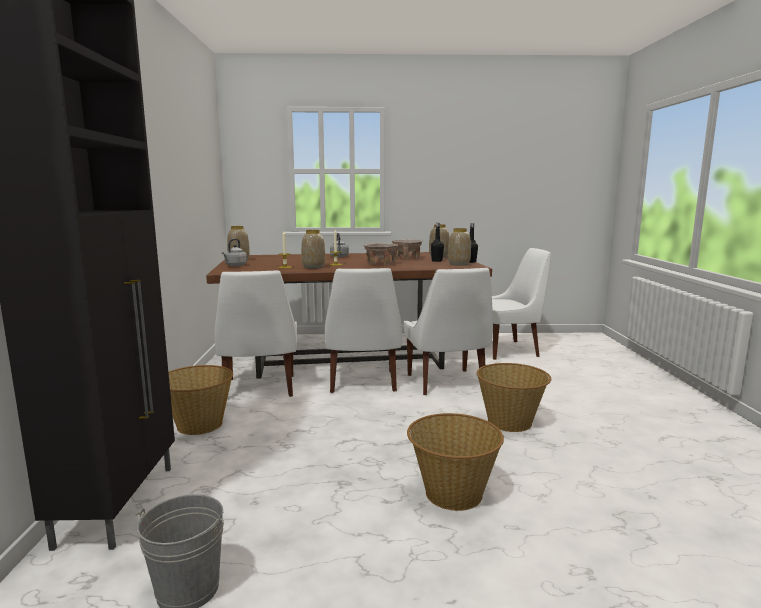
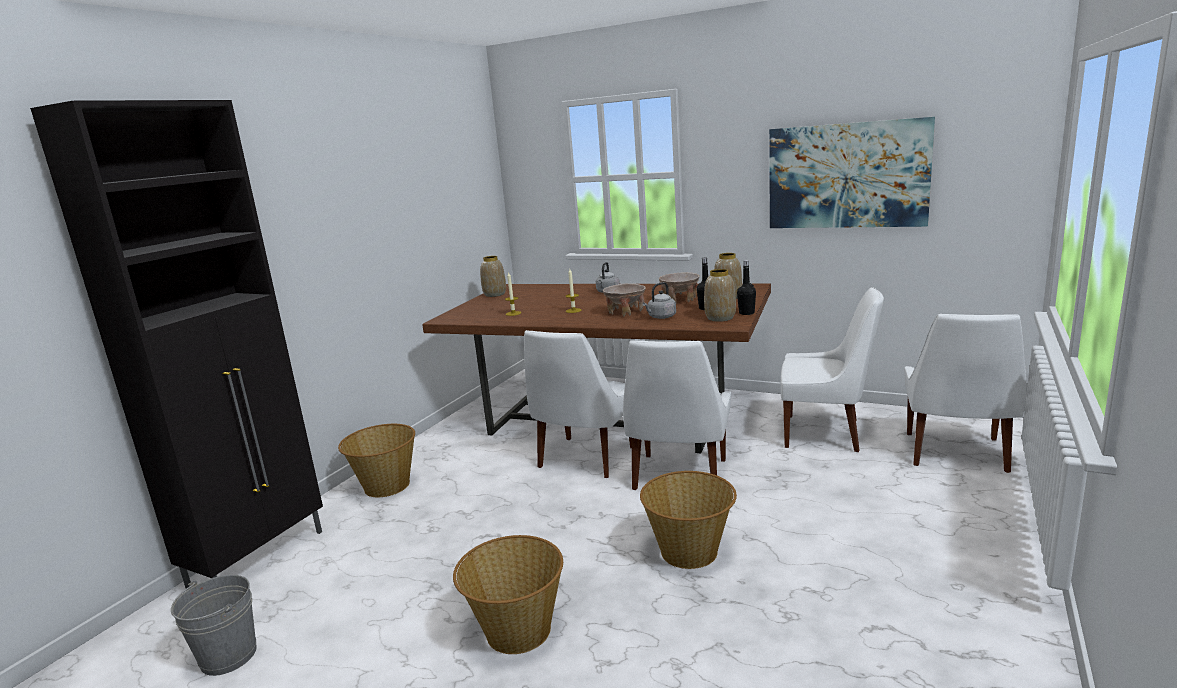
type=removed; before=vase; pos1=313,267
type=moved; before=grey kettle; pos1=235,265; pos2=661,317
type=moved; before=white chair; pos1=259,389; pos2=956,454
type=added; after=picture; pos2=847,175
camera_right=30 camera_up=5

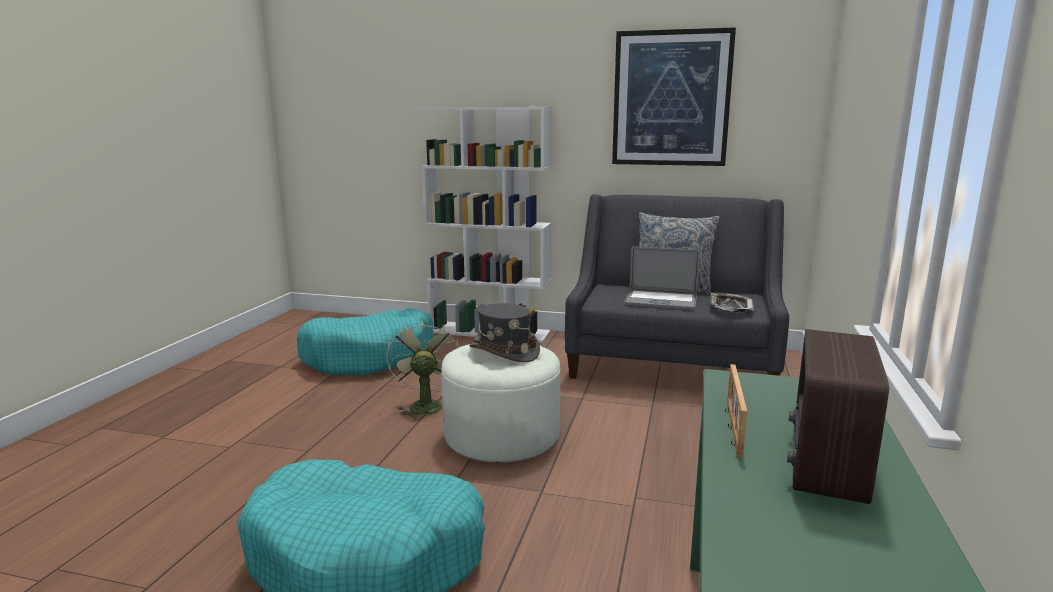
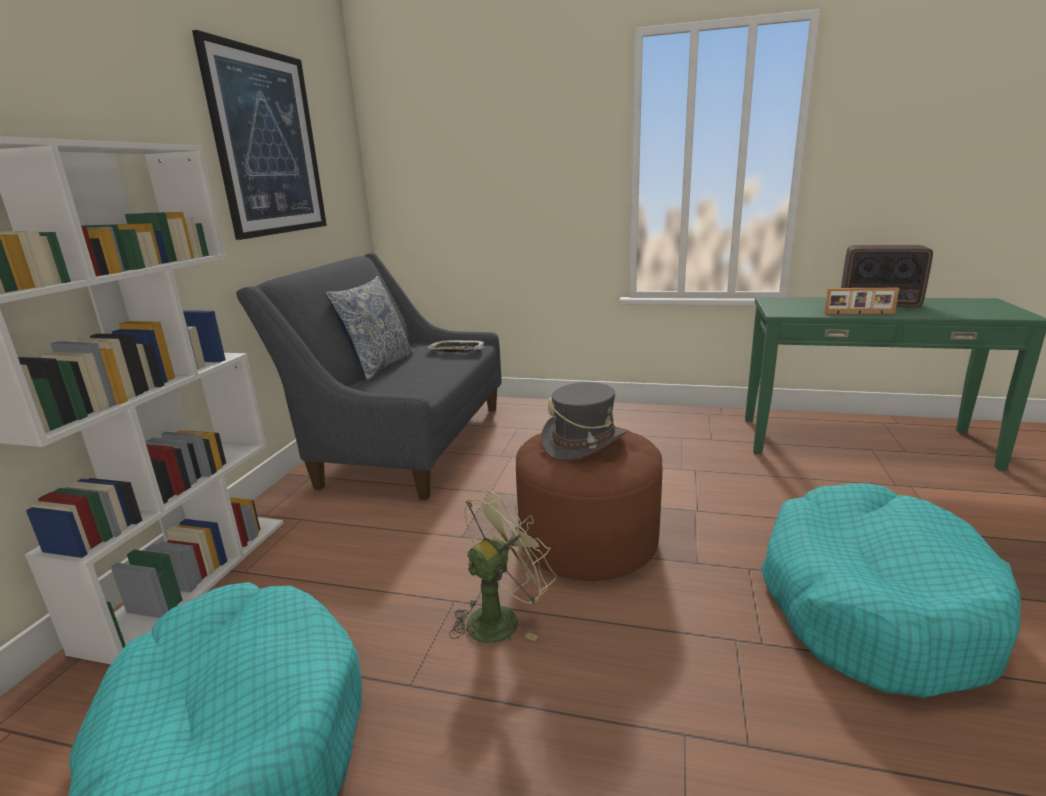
type=removed; before=laptop; pos1=660,300
type=turned; before=green fan; pos1=424,405; pos2=501,617; turn=150
type=recoloured; before=white ottoman; after=brown ottoman; pos1=502,435; pos2=588,539
camera_right=-90 camera_up=5

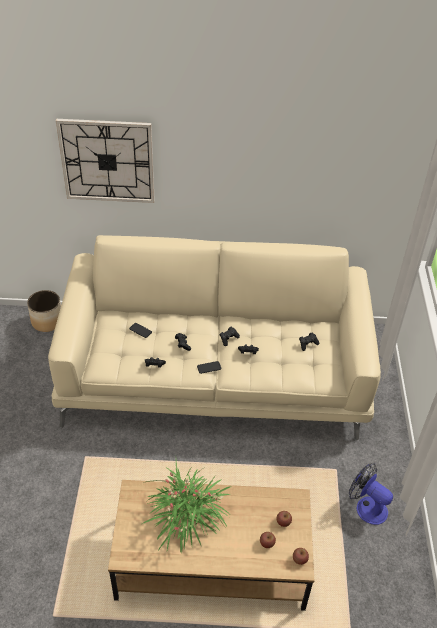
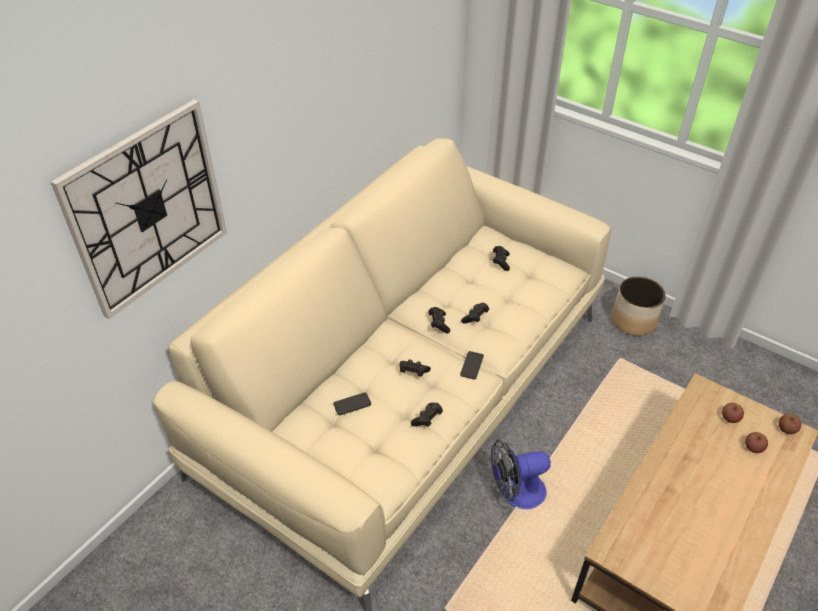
type=moved; before=planter; pos1=47,321; pos2=633,320
type=removed; before=potted plant; pos1=187,517
type=moved; before=fan; pos1=366,506; pos2=516,493
camera_right=-55 camera_up=0

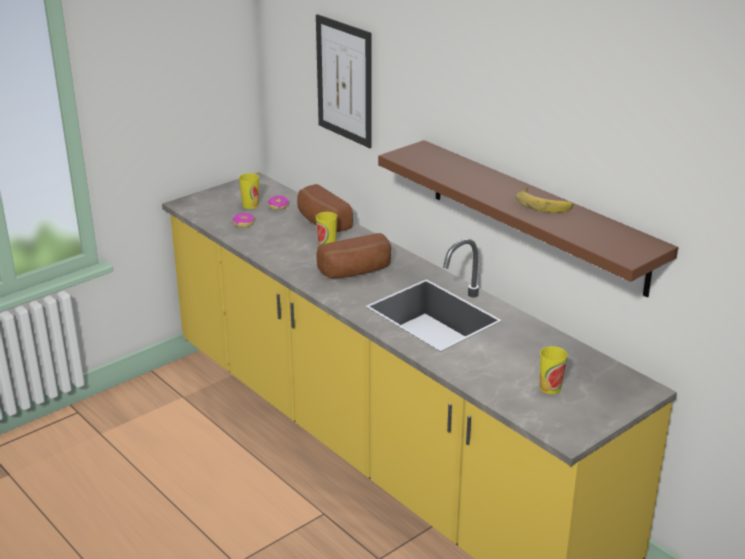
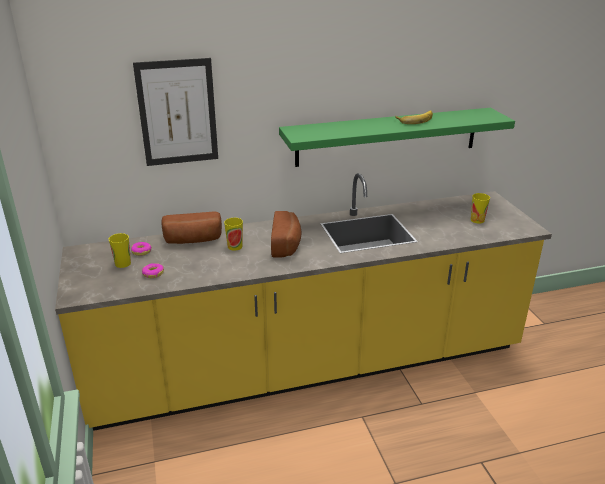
type=recoloured; before=brown shelf; after=green shelf; pos1=536,215; pos2=387,136
camera_right=-65 camera_up=0

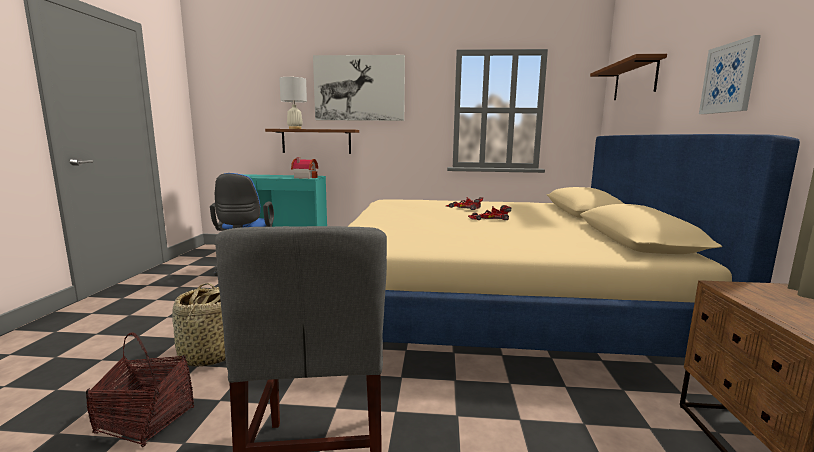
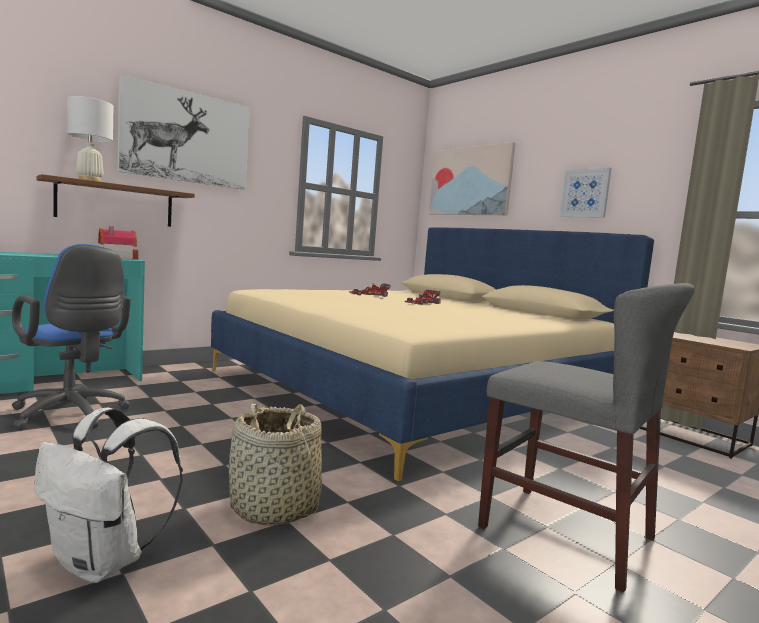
type=replaced; before=brown shelf; after=picture; pos1=635,80; pos2=470,181
type=removed; before=basket; pos1=146,421
type=added; after=white backpack; pos2=103,562
camera_right=-45 camera_up=-5

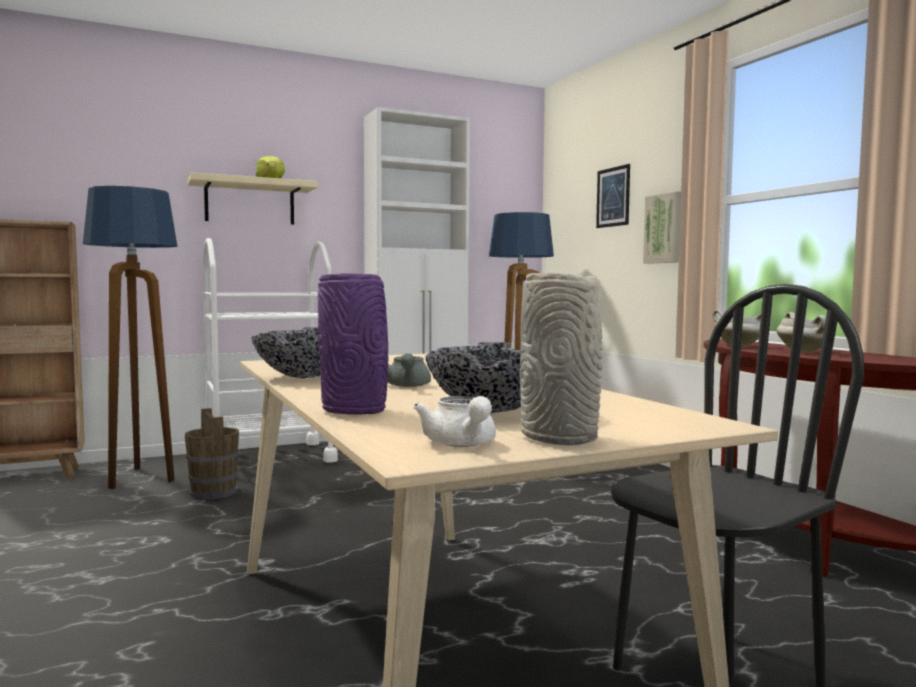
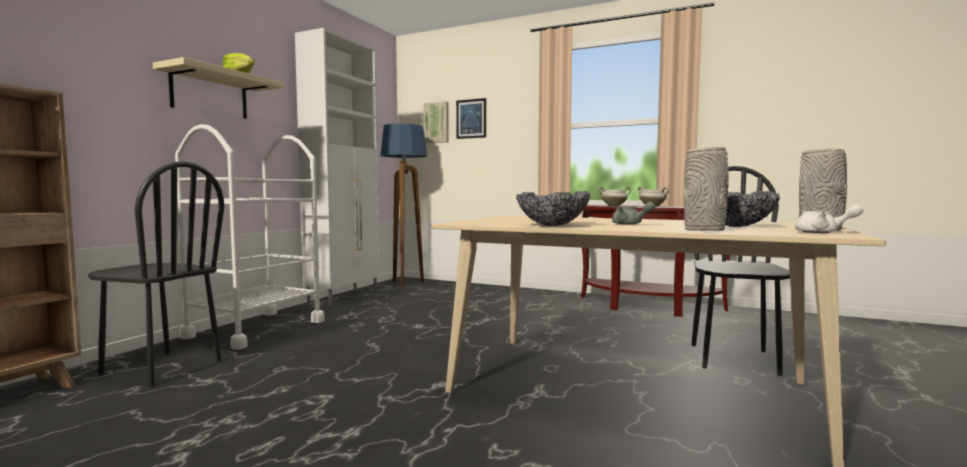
type=replaced; before=floor lamp; after=black chair; pos1=139,477; pos2=161,367
type=moved; before=picture; pos1=664,228; pos2=436,122
type=recoloured; before=purple vase; after=grey vase; pos1=356,411; pos2=704,230
type=removed; before=brown bucket; pos1=213,492
camera_right=-40 camera_up=0

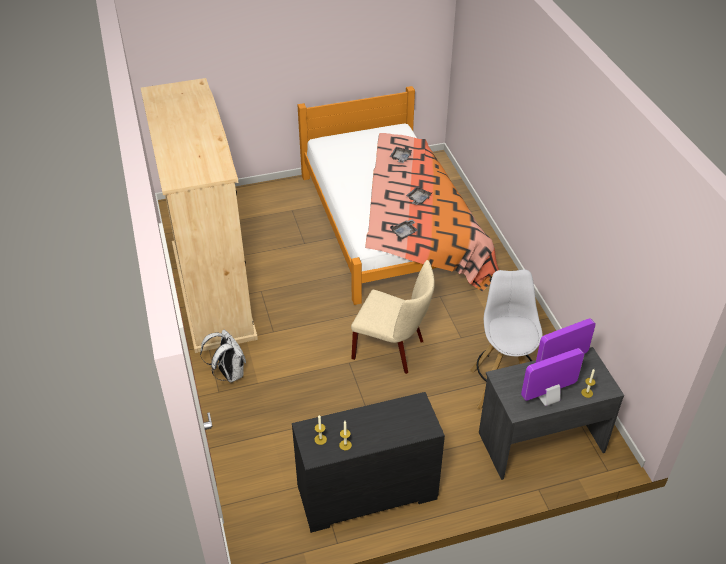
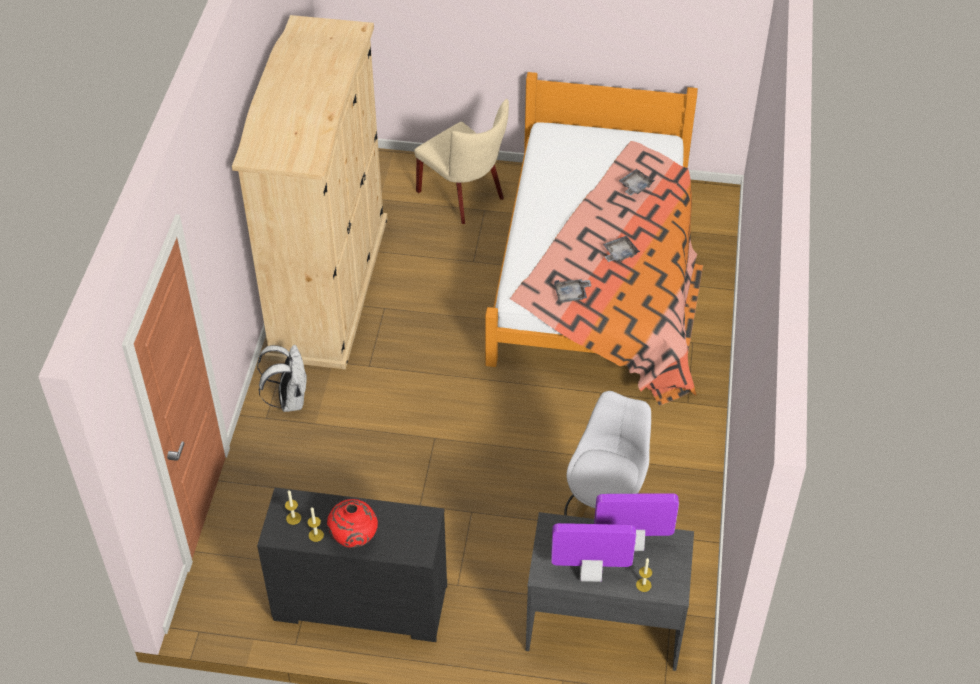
type=moved; before=beige chair; pos1=393,350; pos2=465,197
type=added; after=red vase; pos2=354,538
camera_right=25 camera_up=5

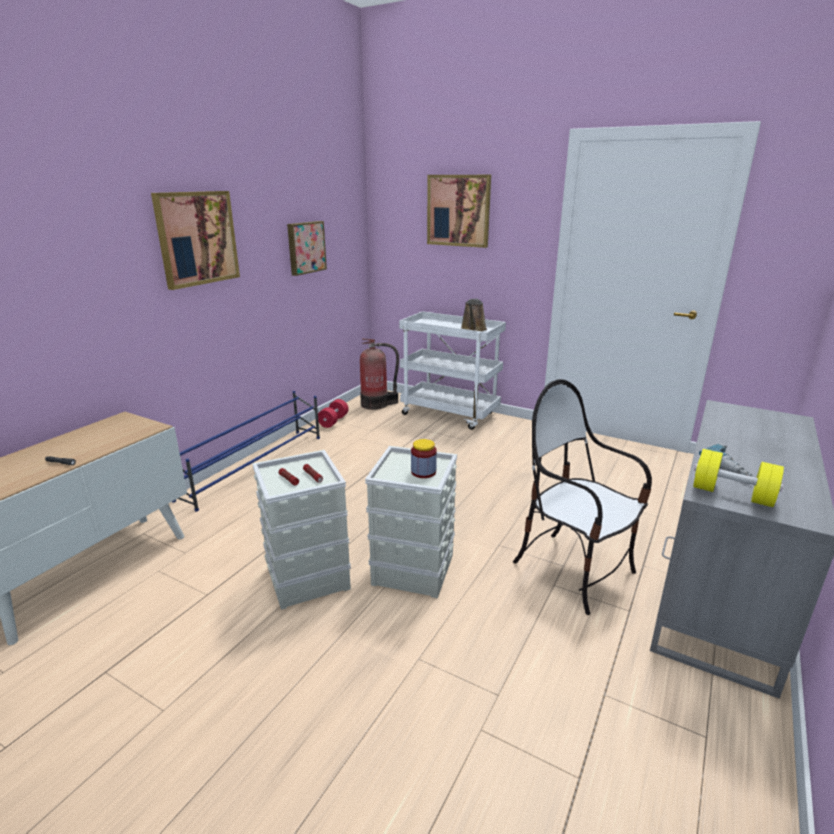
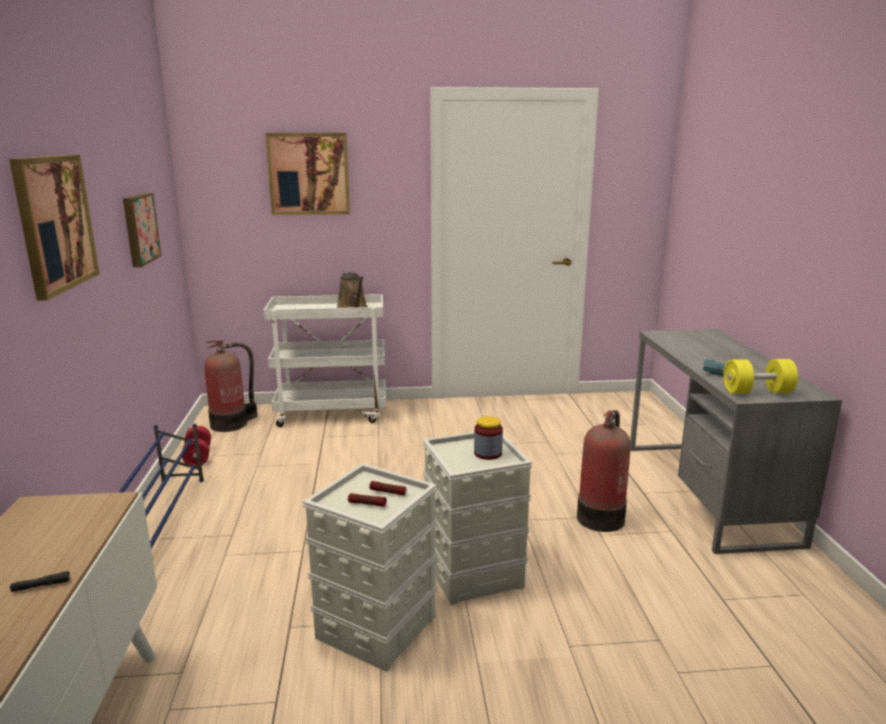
type=replaced; before=chair; after=fire extinguisher; pos1=573,570; pos2=601,516
camera_right=-35 camera_up=-5

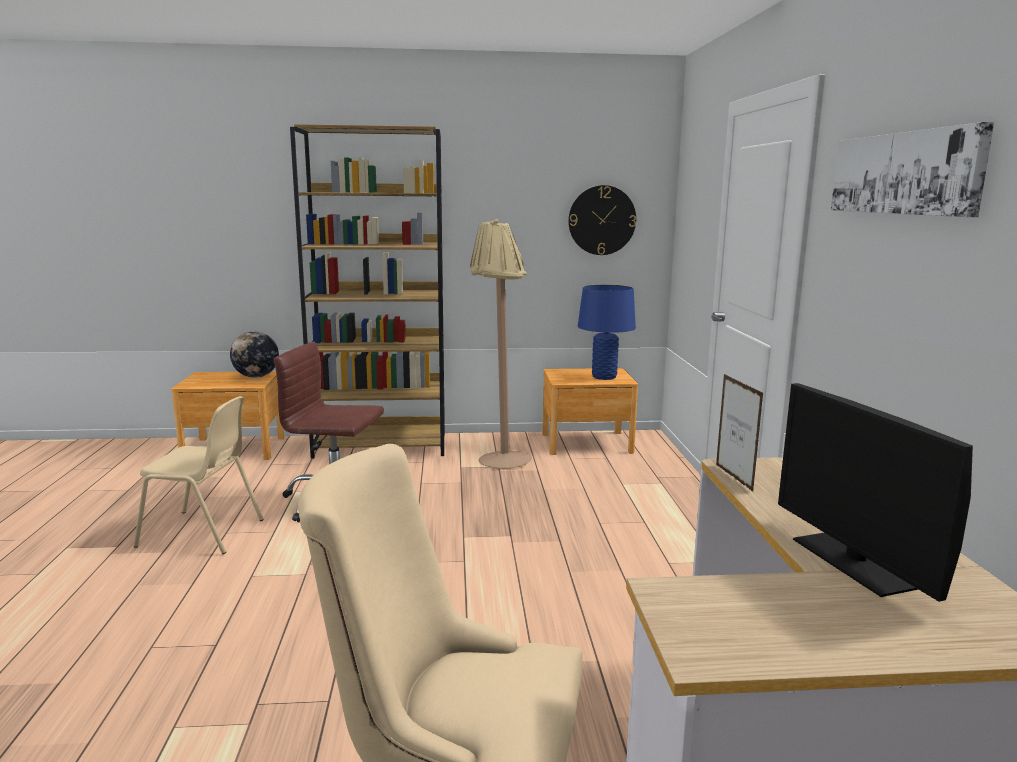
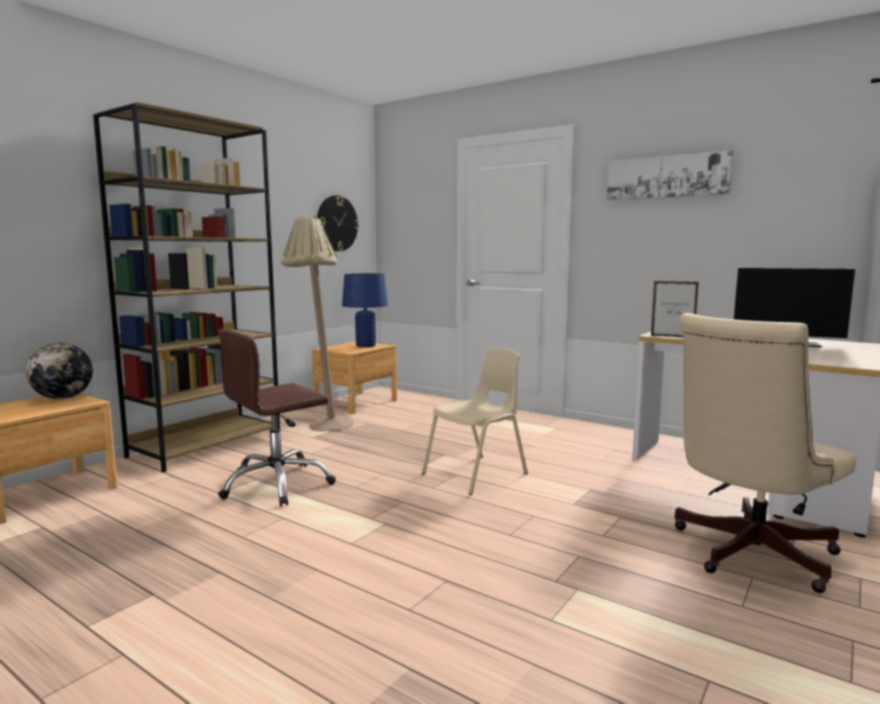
type=moved; before=beige chair; pos1=203,533; pos2=477,474
camera_right=-50 camera_up=-5

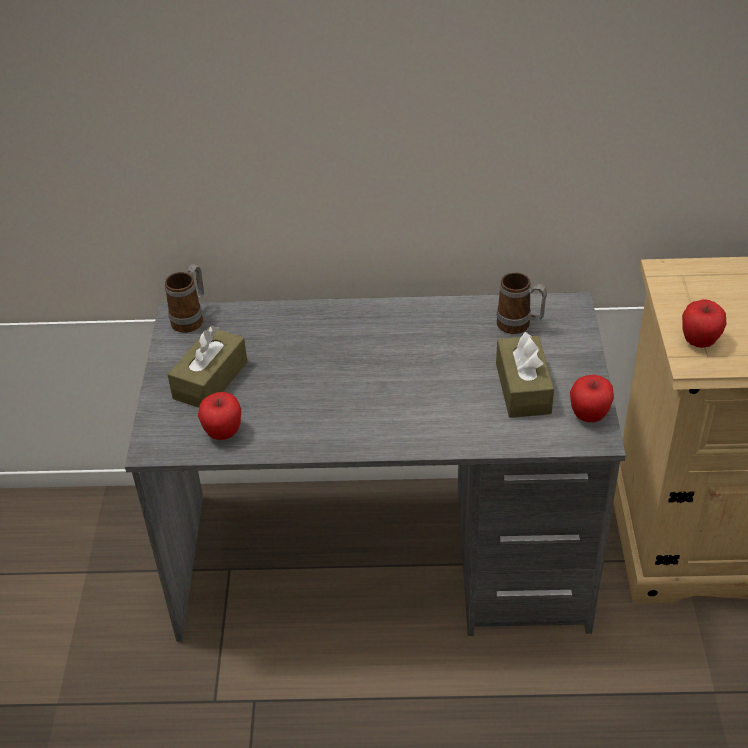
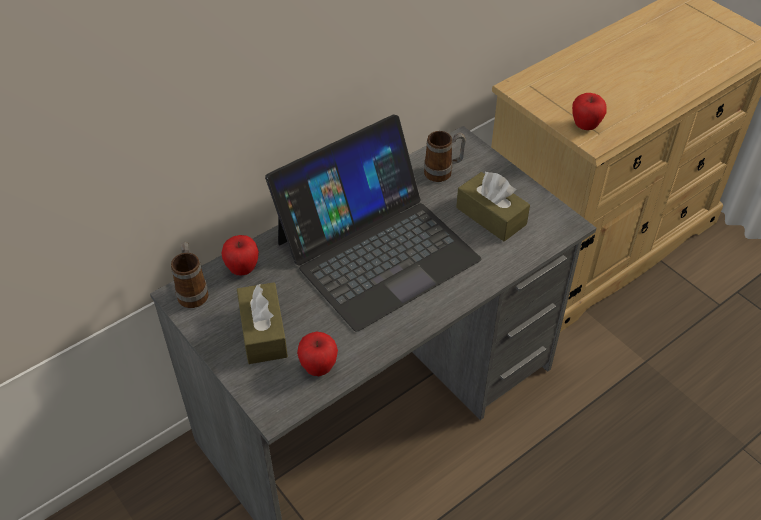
type=moved; before=apple; pos1=589,416; pos2=242,269
type=added; after=laptop; pos2=376,250
camera_right=-40 camera_up=5

